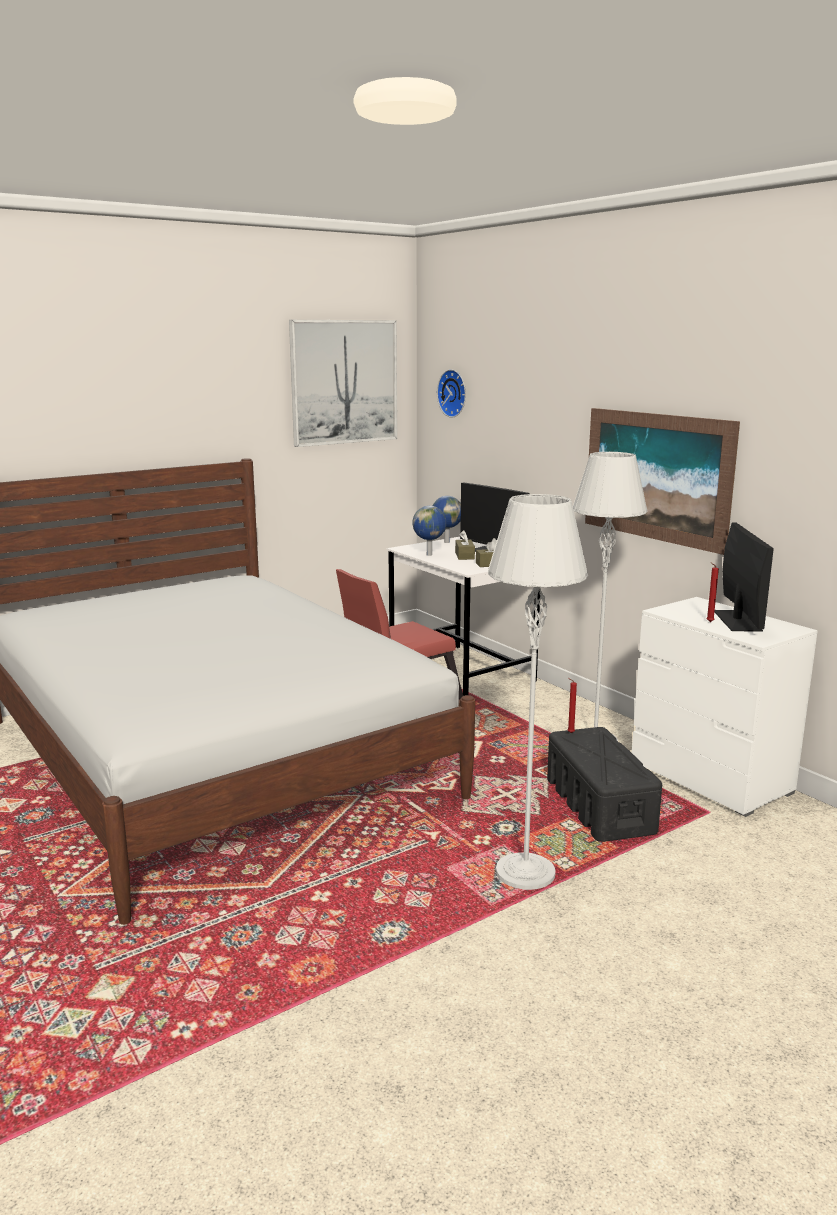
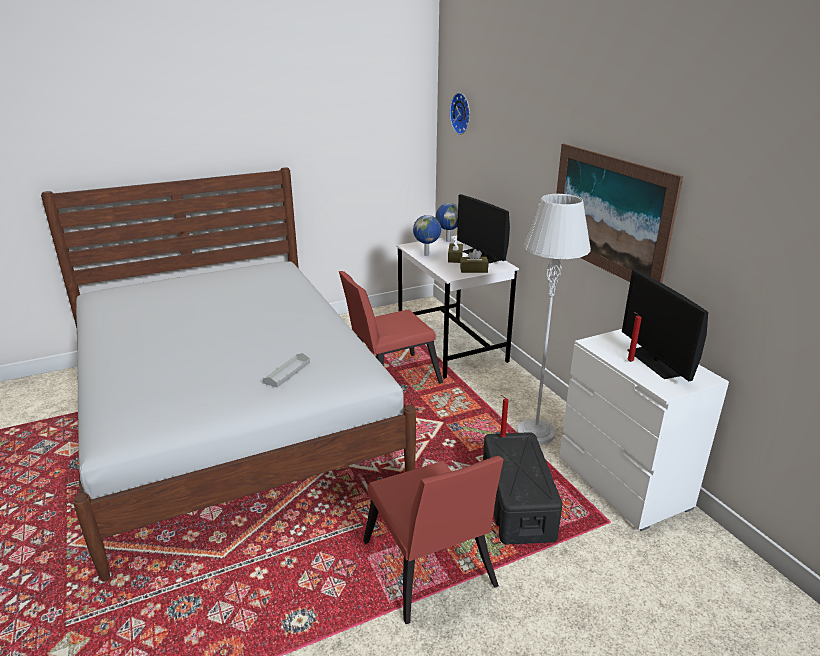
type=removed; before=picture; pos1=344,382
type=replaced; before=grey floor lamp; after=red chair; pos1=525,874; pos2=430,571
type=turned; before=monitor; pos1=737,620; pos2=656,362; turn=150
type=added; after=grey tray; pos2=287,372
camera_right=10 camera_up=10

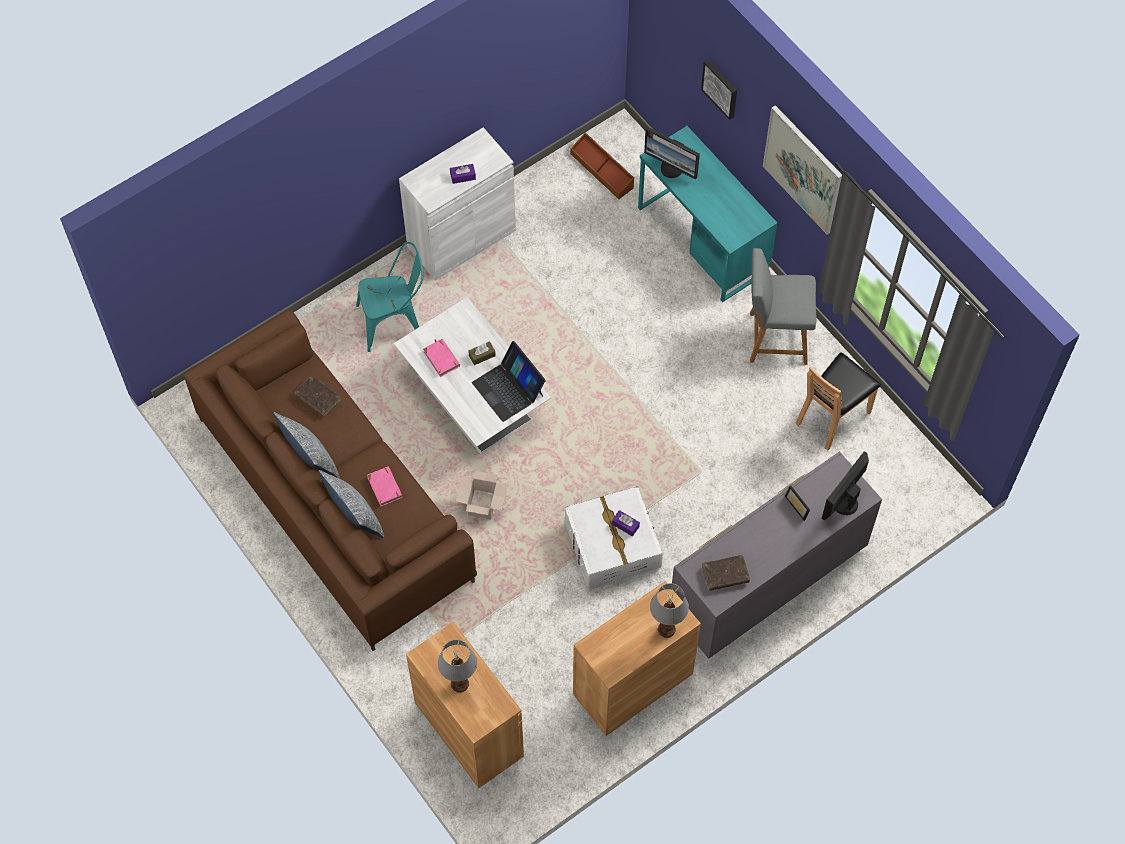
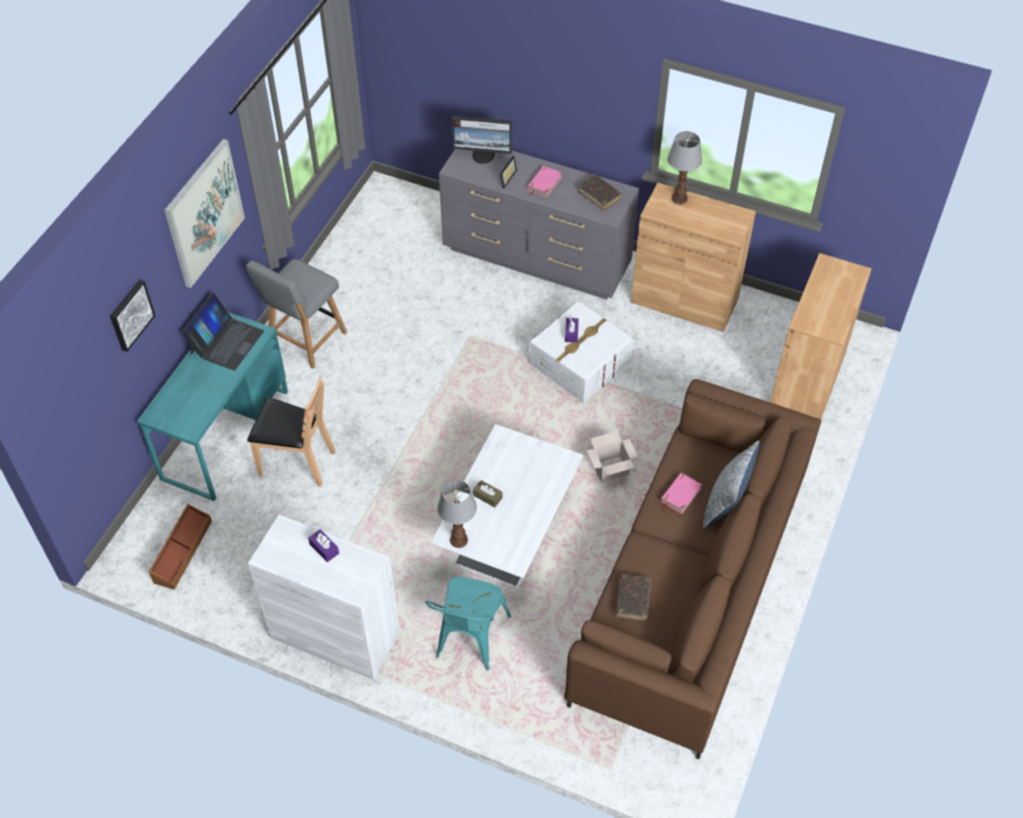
type=removed; before=monitor; pos1=672,168
type=turned; before=turquoise chair; pos1=395,321; pos2=469,641; turn=-120
type=turned; before=grey chair; pos1=774,338; pos2=305,341; turn=60
type=moved; before=pink book; pos1=441,358; pos2=544,183
type=moved; before=laptop; pos1=508,389; pos2=226,342
type=moved; before=brown chair; pos1=832,416; pos2=296,462
type=removed; before=pillow; pos1=310,458
type=moved; before=table lamp; pos1=460,684; pos2=459,539
camera_right=-120 camera_up=-10

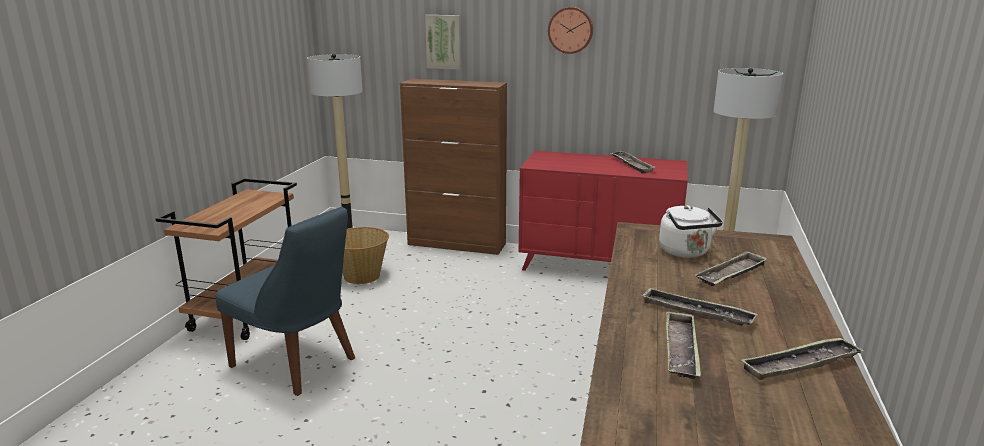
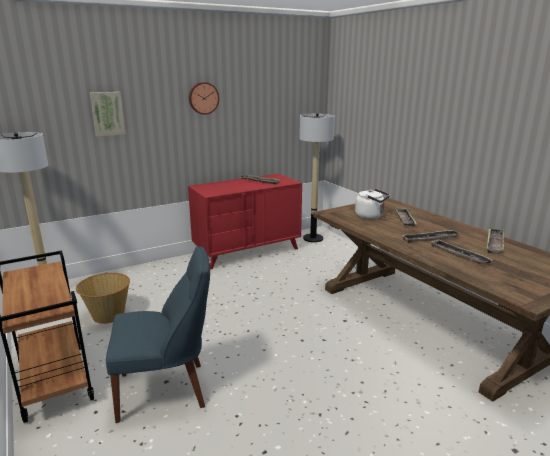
type=removed; before=brown cabinet; pos1=457,244
camera_right=-45 camera_up=0

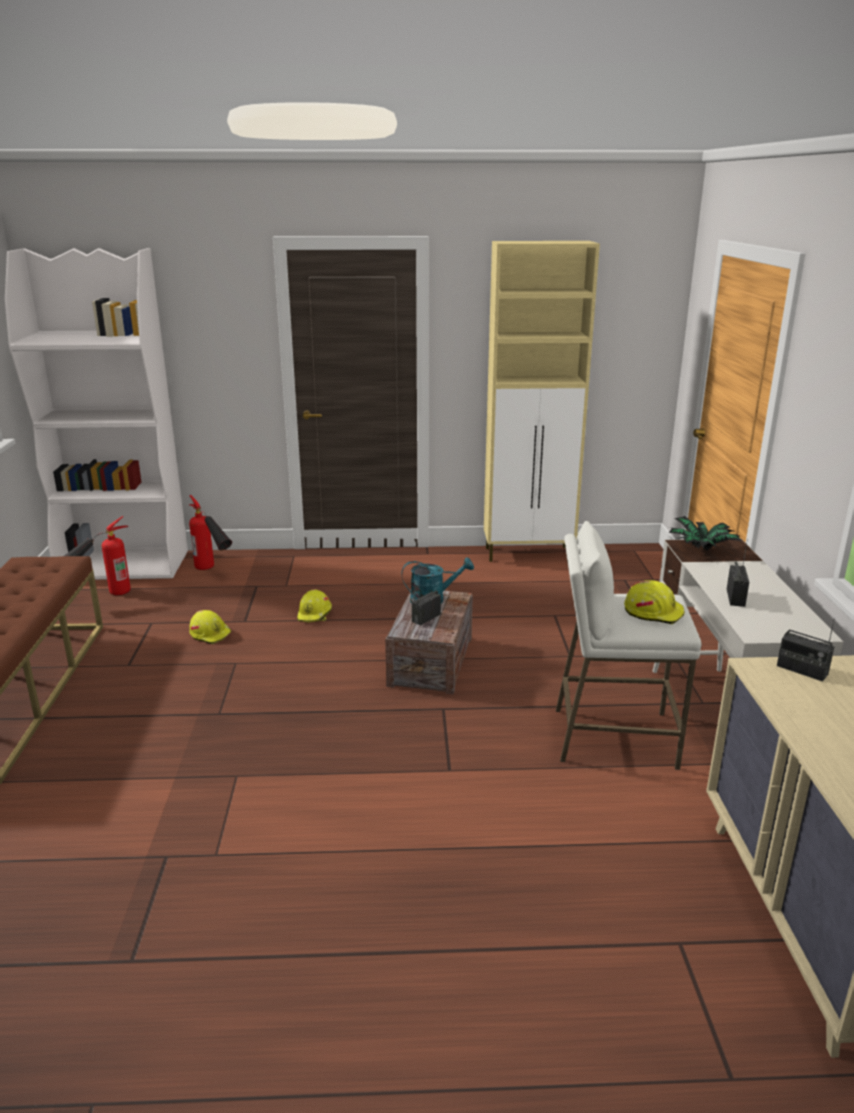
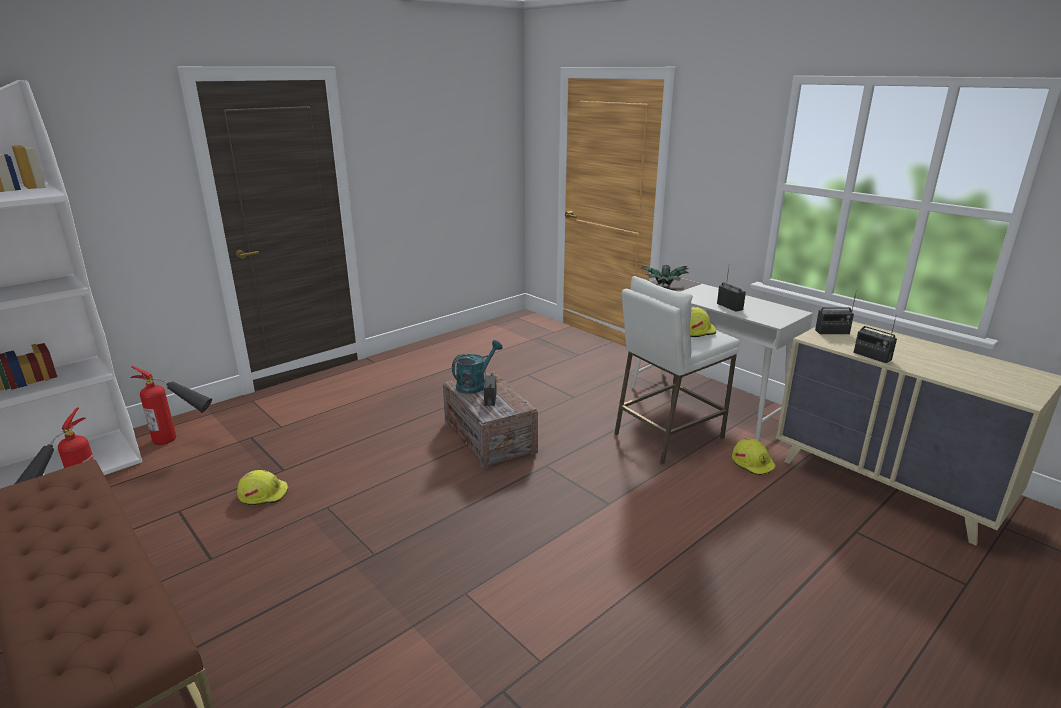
type=removed; before=beige cabinet; pos1=529,554
type=moved; before=yellow hard hat; pos1=315,614; pos2=753,463
type=added; after=radio; pos2=872,356
camera_right=-40 camera_up=0

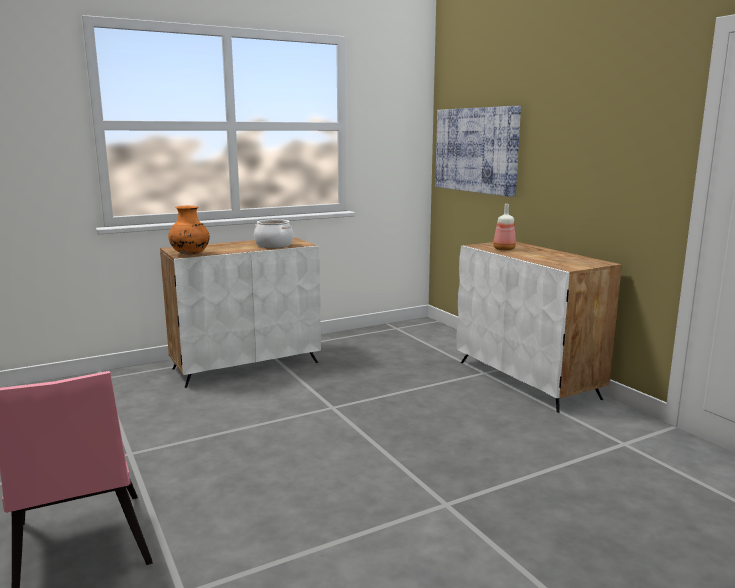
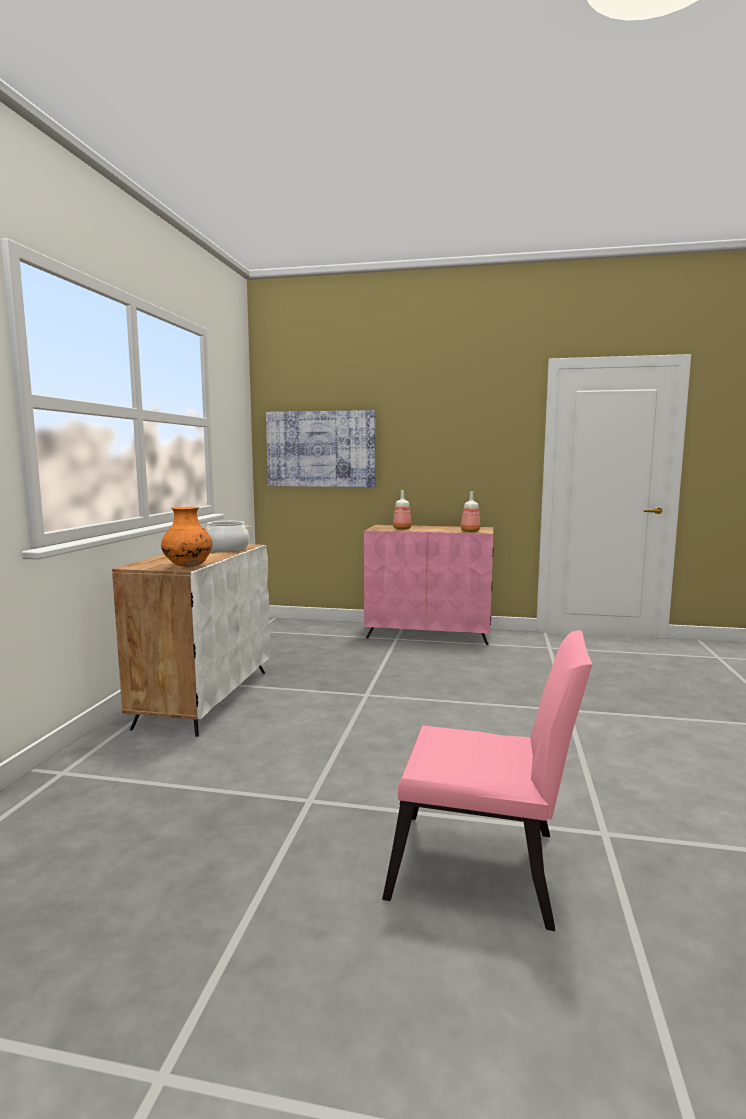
type=recoloured; before=white cabinet; after=pink cabinet; pos1=527,380; pos2=429,634
type=added; after=bottle; pos2=469,531
camera_right=-50 camera_up=-5

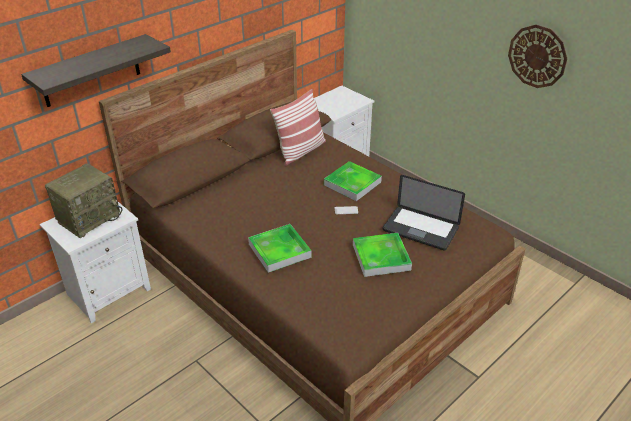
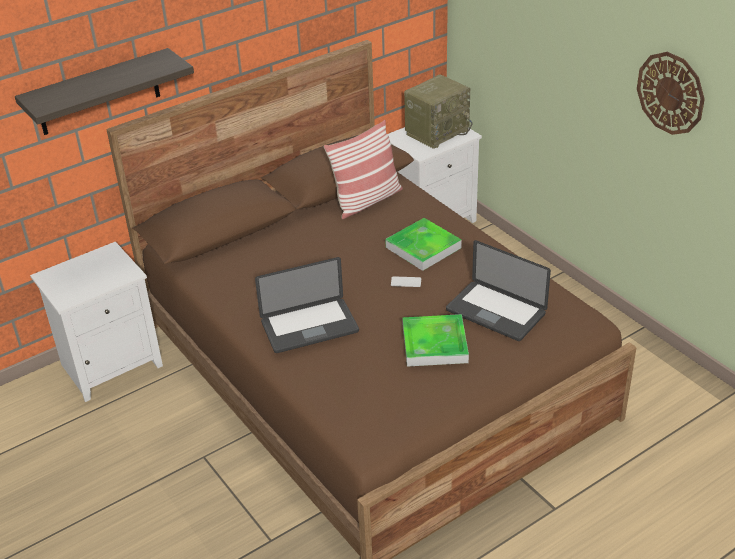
type=moved; before=radio; pos1=89,218; pos2=437,132
type=replaced; before=tray; after=laptop; pos1=279,250; pos2=309,327
camera_right=10 camera_up=0

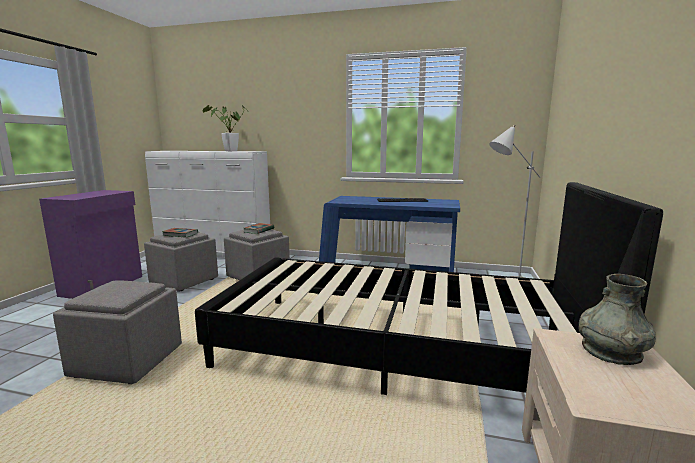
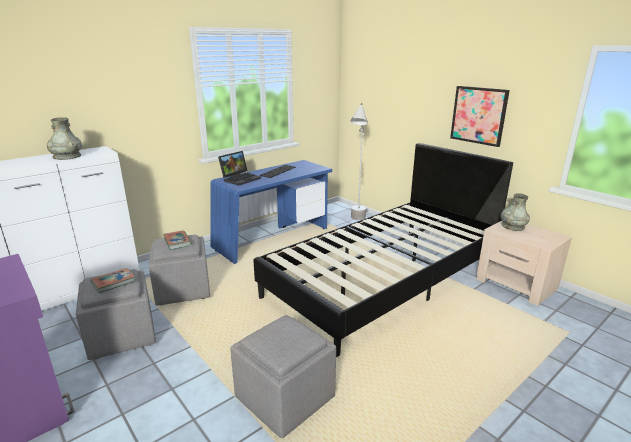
type=replaced; before=potted plant; after=grey vase; pos1=228,151; pos2=67,156
type=added; after=picture; pos2=478,115
type=added; after=laptop; pos2=240,179
camera_right=-55 camera_up=10

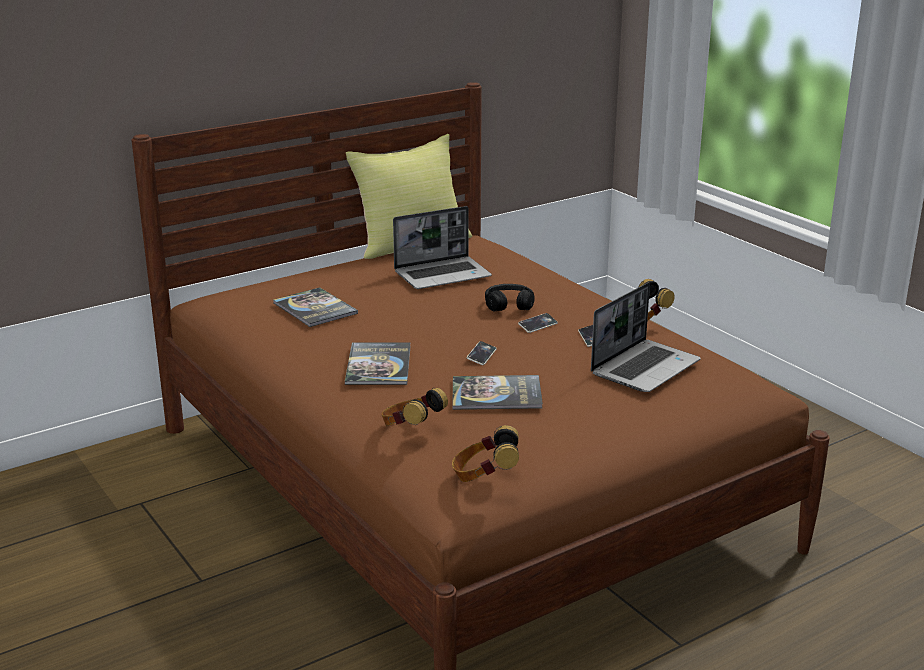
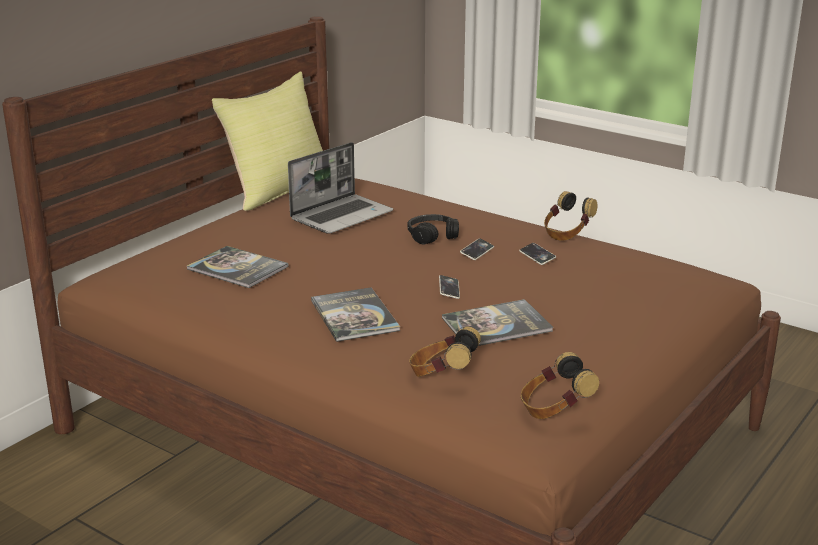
type=removed; before=laptop; pos1=645,367
camera_right=-20 camera_up=0

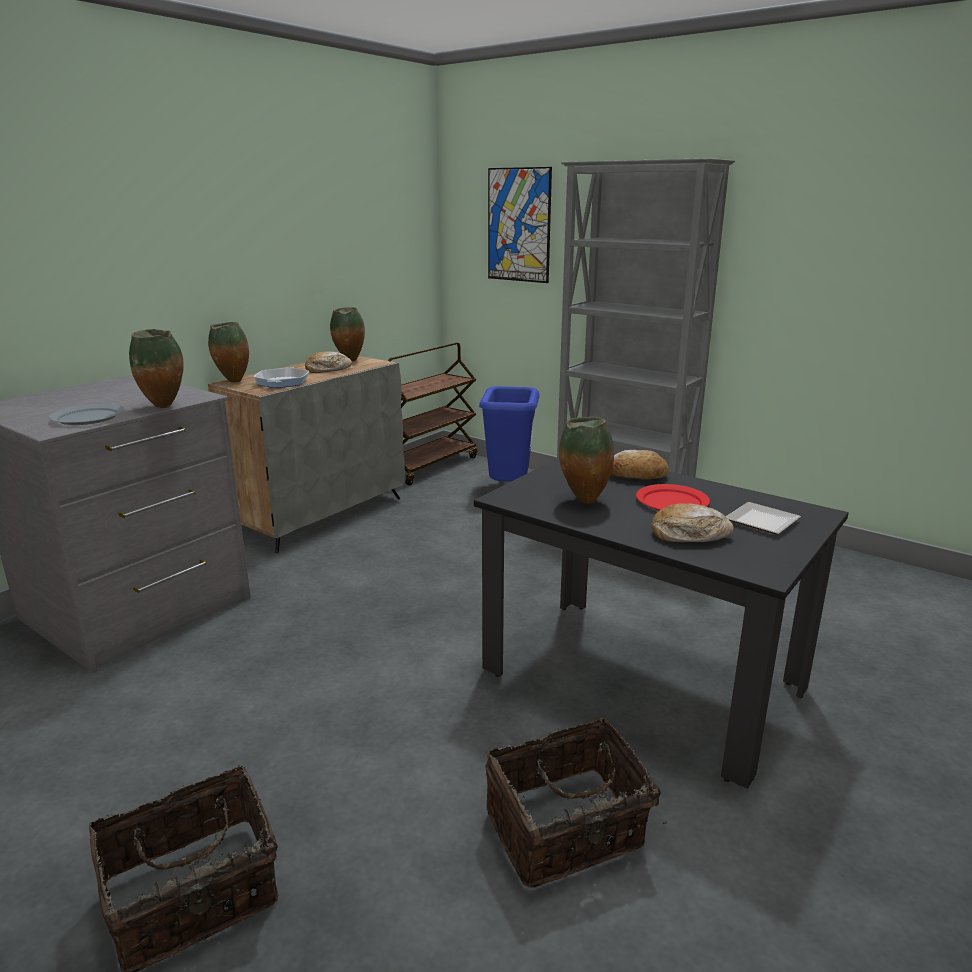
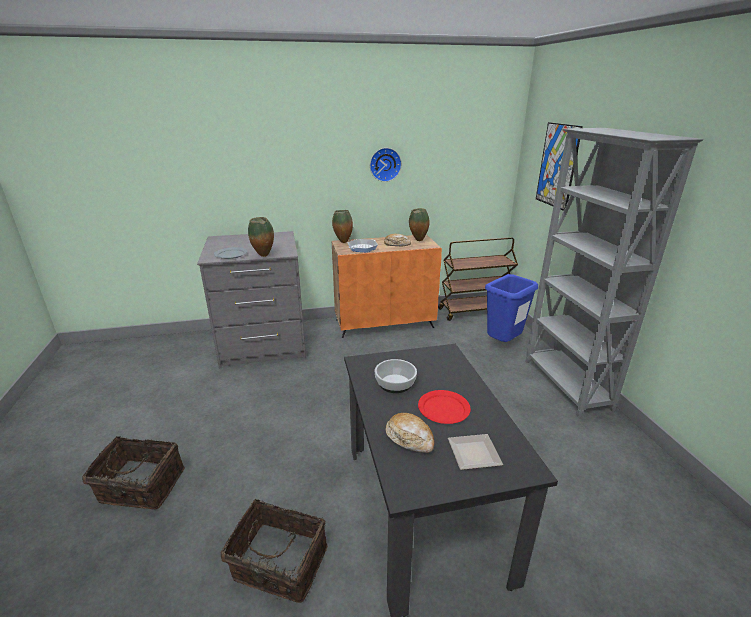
type=recoloured; before=grey cabinet; after=orange cabinet; pos1=321,515; pos2=385,323
type=replaced; before=vase; after=bowl; pos1=583,501; pos2=394,383
type=removed; before=bread; pos1=635,475
type=added; after=wall clock; pos2=385,164
camera_right=40 camera_up=5

